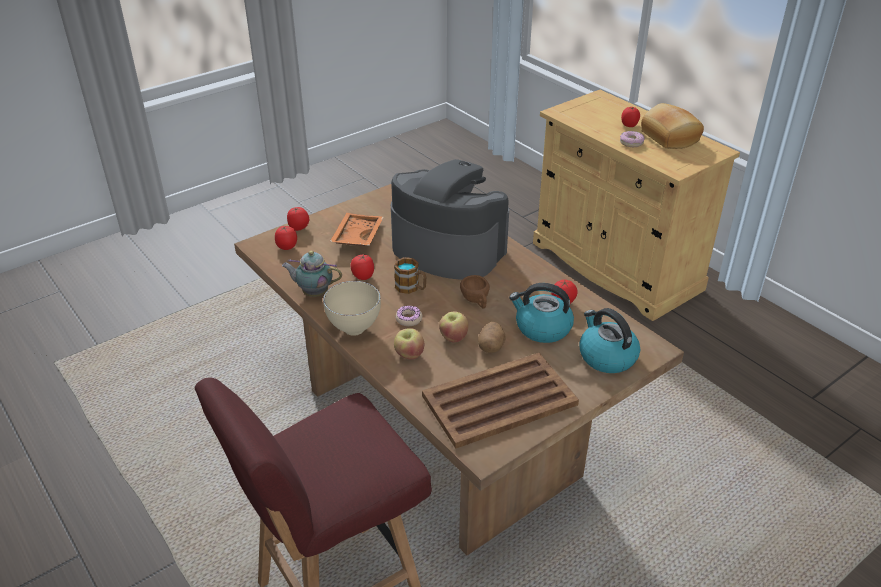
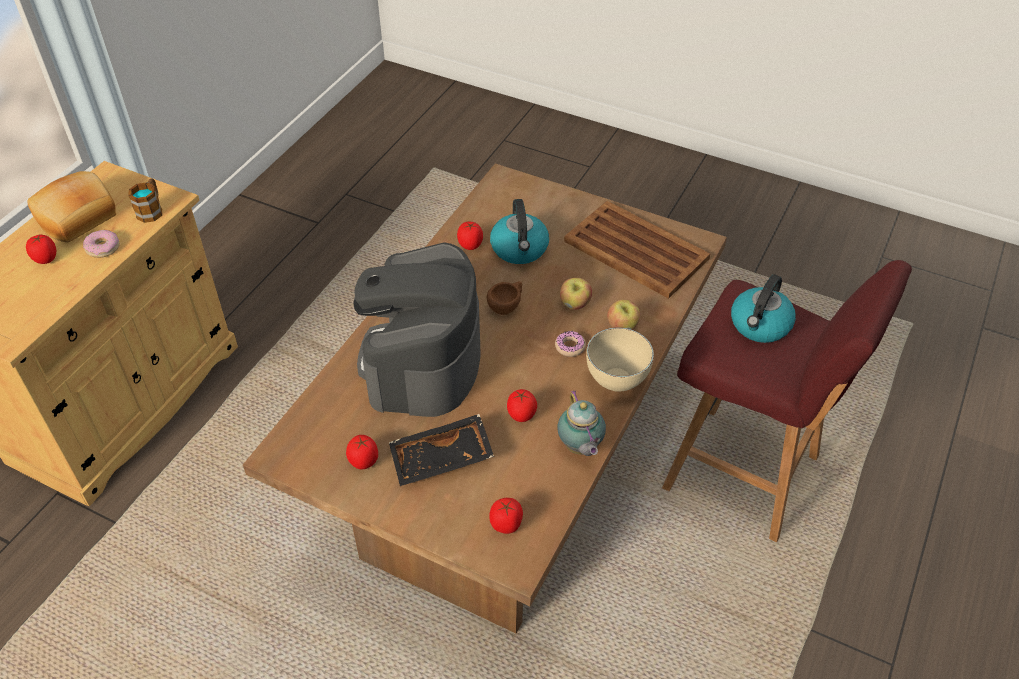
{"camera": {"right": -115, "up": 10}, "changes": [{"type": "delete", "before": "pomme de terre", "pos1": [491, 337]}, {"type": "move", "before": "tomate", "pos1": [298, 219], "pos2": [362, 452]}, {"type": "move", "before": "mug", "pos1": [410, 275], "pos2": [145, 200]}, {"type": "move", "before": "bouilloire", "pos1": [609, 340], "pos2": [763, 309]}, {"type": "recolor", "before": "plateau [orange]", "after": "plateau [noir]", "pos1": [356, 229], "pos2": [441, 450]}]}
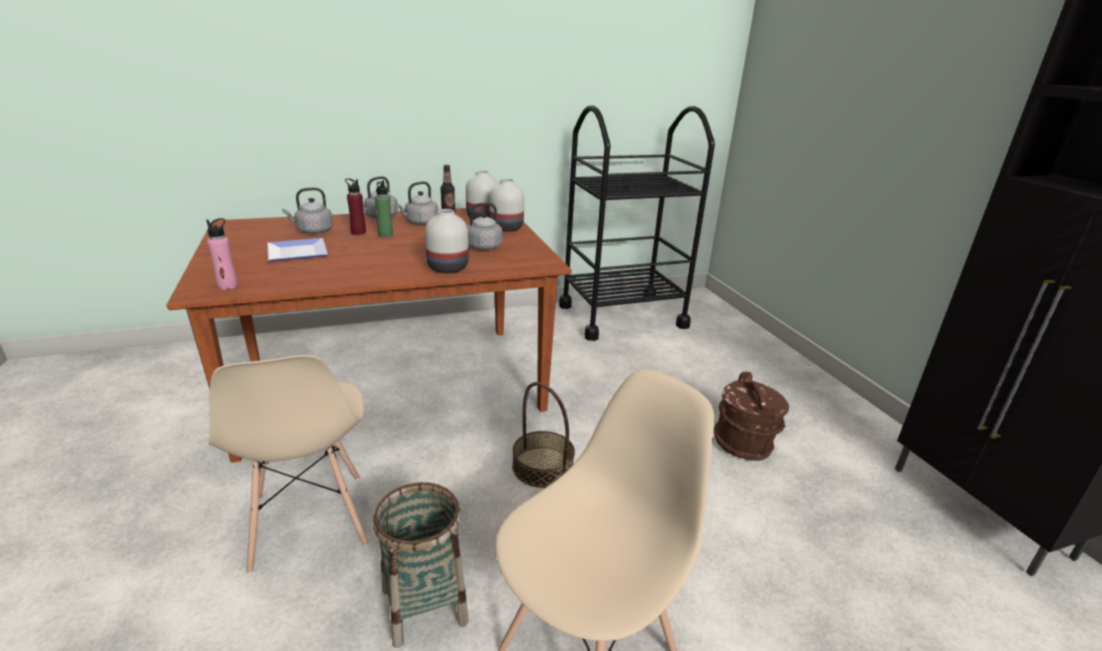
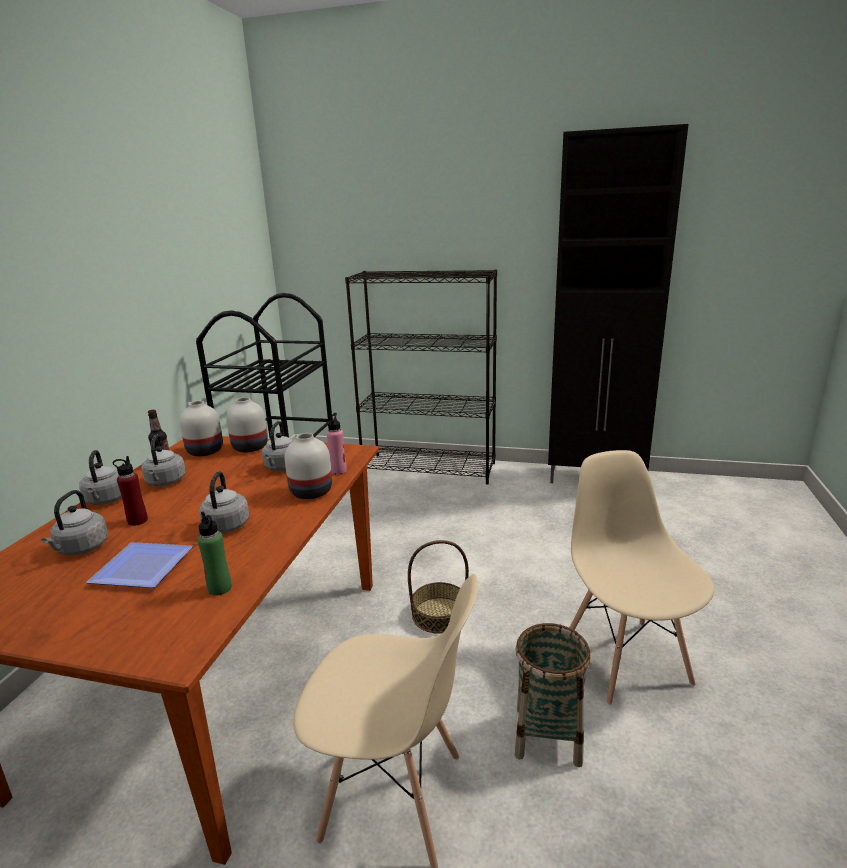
{"camera": {"right": -55, "up": -5}, "changes": [{"type": "delete", "before": "seau [marron]", "pos1": [751, 416]}, {"type": "insert", "after": "bouilloire [gris]", "pos2": [224, 502]}, {"type": "insert", "after": "bibliothèque [noir]", "pos2": [421, 376]}, {"type": "move", "before": "bouteille [rose]", "pos1": [222, 254], "pos2": [337, 444]}, {"type": "move", "before": "bouteille [vert]", "pos1": [384, 208], "pos2": [215, 554]}]}
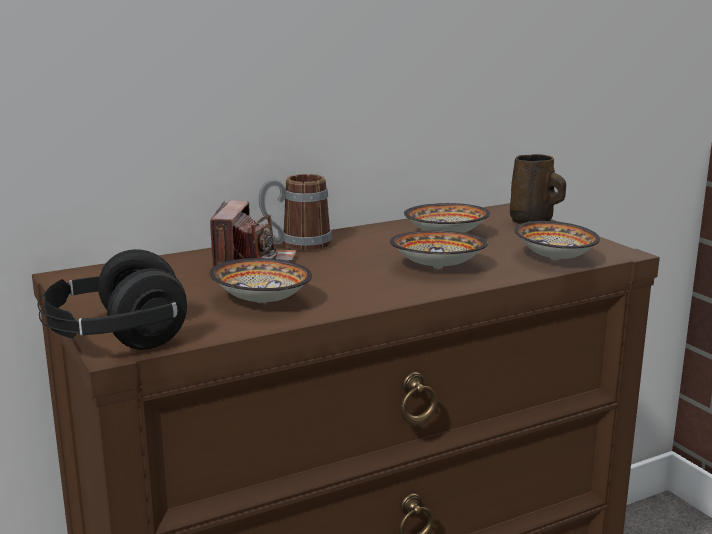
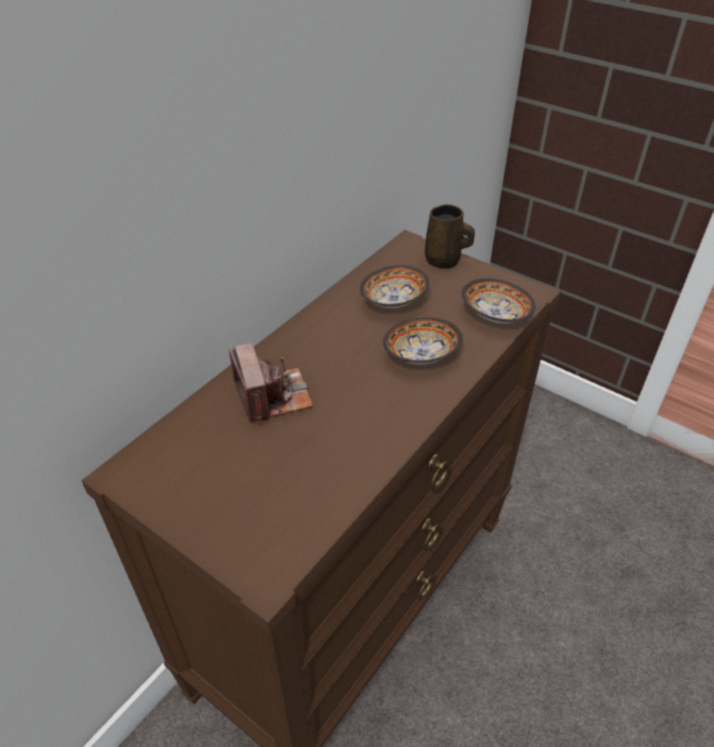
{"camera": {"right": -25, "up": 25}, "changes": [{"type": "delete", "before": "casque audio [noir]", "pos1": [112, 299]}, {"type": "delete", "before": "bol", "pos1": [260, 280]}, {"type": "delete", "before": "mug", "pos1": [295, 212]}]}
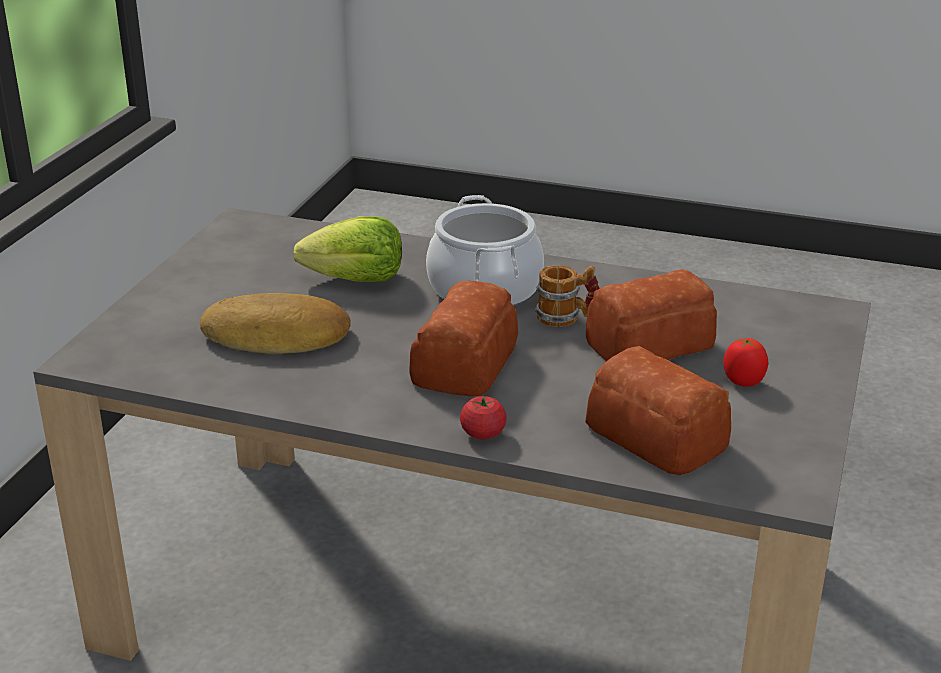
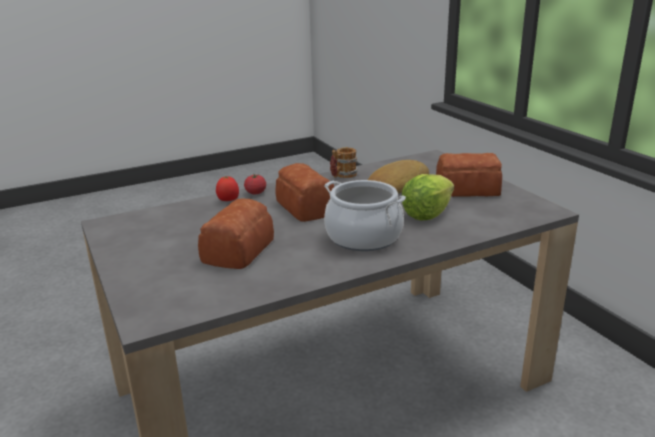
{"camera": {"right": 135, "up": -5}, "changes": [{"type": "move", "before": "mug", "pos1": [567, 296], "pos2": [344, 162]}, {"type": "move", "before": "pain", "pos1": [658, 410], "pos2": [469, 175]}, {"type": "move", "before": "tomate", "pos1": [746, 362], "pos2": [227, 188]}]}
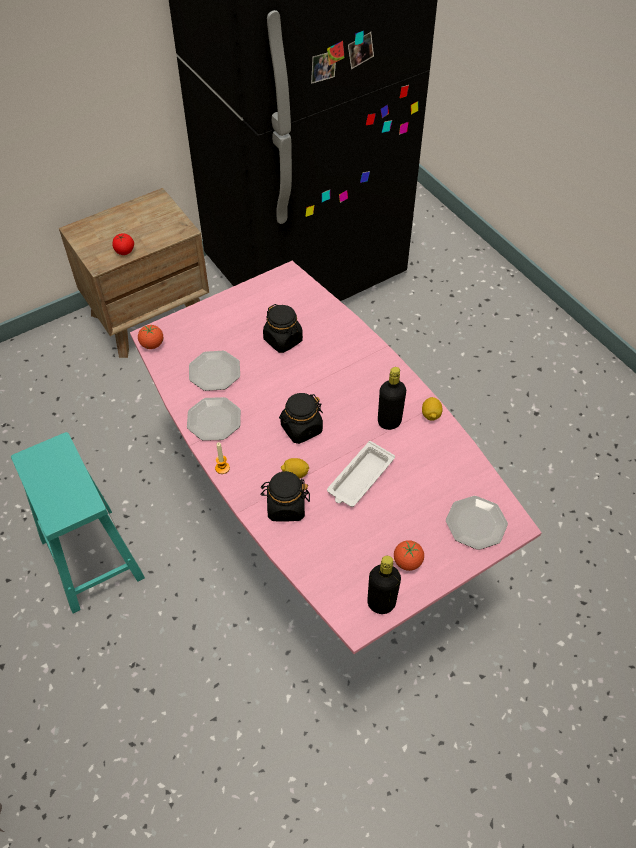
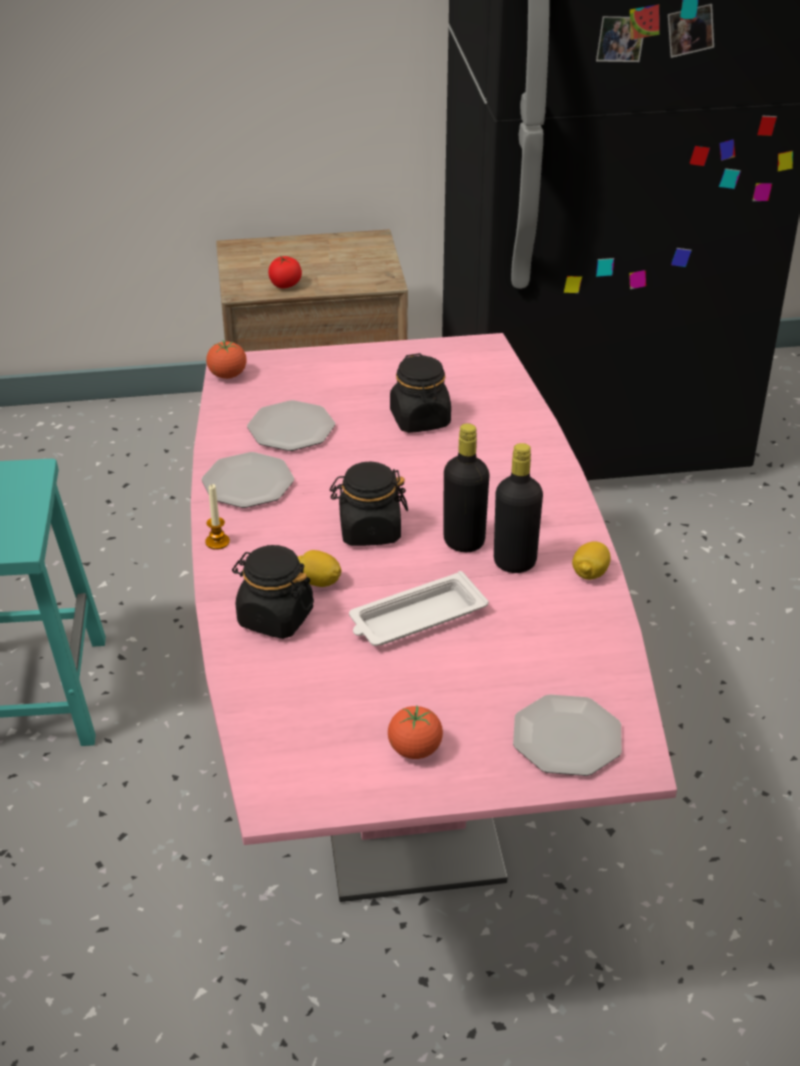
{"camera": {"right": 25, "up": -15}, "changes": [{"type": "move", "before": "bouteille [noir]", "pos1": [384, 585], "pos2": [466, 487]}]}
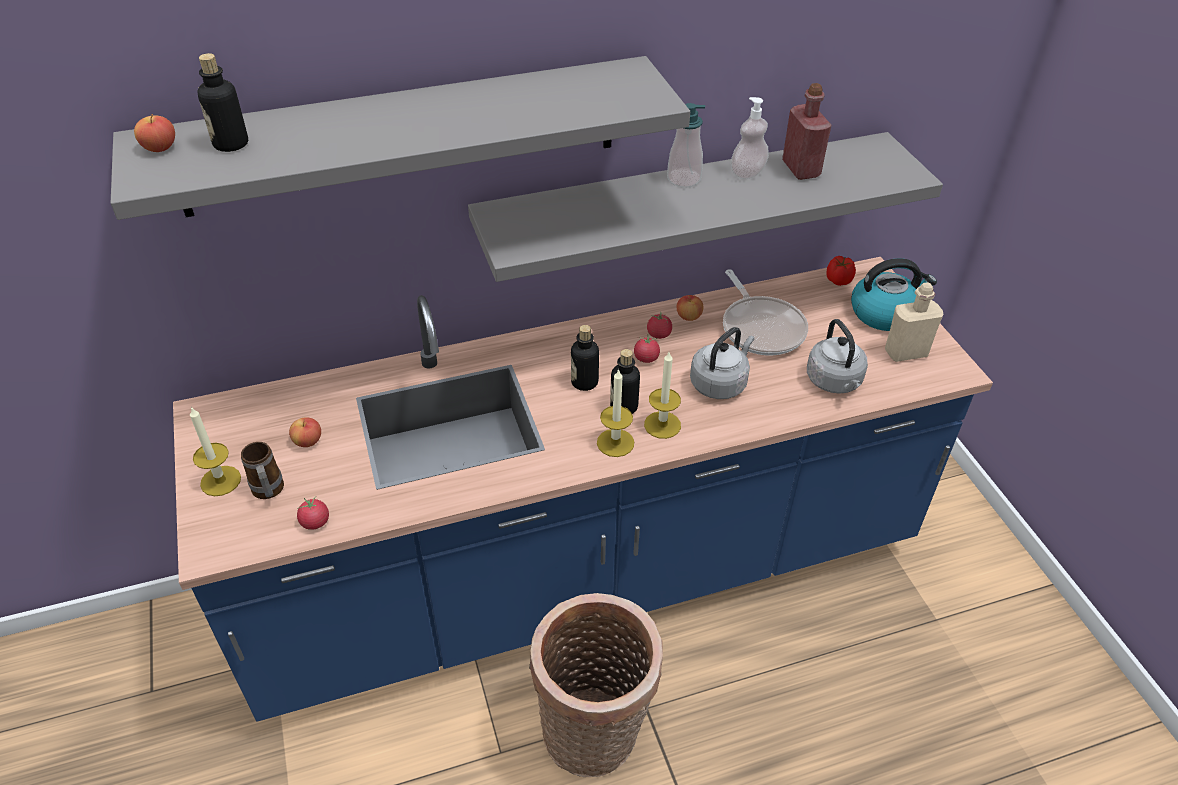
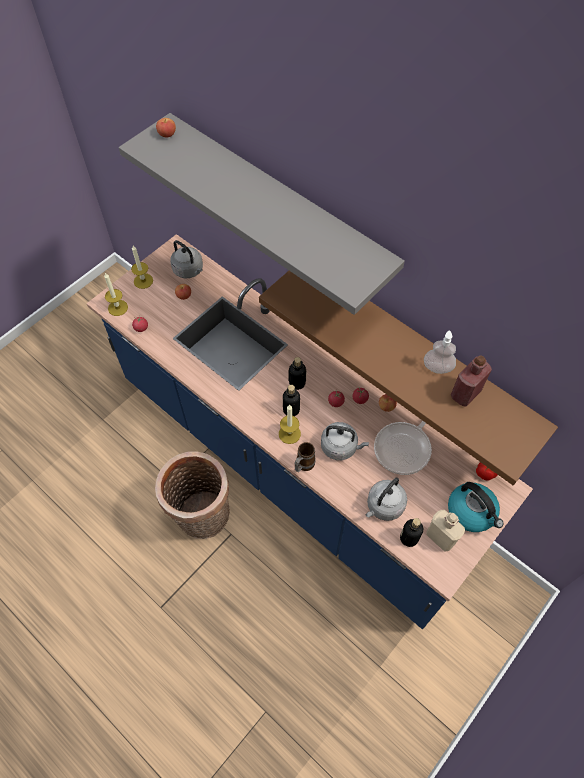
{"camera": {"right": 60, "up": 15}, "changes": [{"type": "delete", "before": "distributeur de savon", "pos1": [686, 145]}, {"type": "insert", "after": "bouilloire [gris]", "pos2": [186, 259]}, {"type": "move", "before": "bouteille", "pos1": [222, 102], "pos2": [411, 532]}, {"type": "move", "before": "mug", "pos1": [262, 470], "pos2": [305, 457]}, {"type": "move", "before": "bougie", "pos1": [615, 413], "pos2": [116, 294]}, {"type": "recolor", "before": "étagère [gris]", "after": "étagère [marron]", "pos1": [705, 207], "pos2": [408, 378]}]}
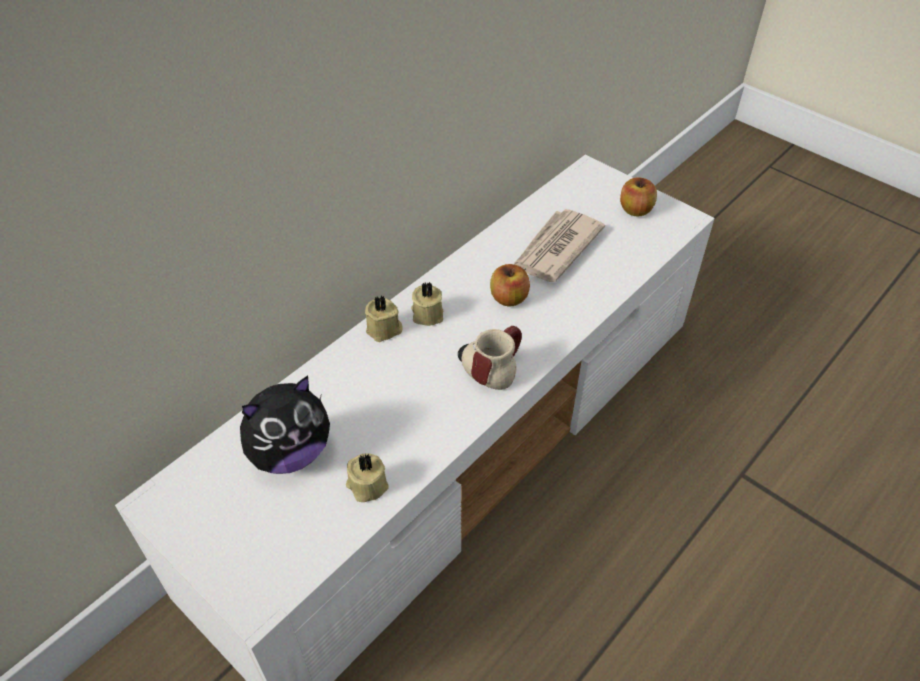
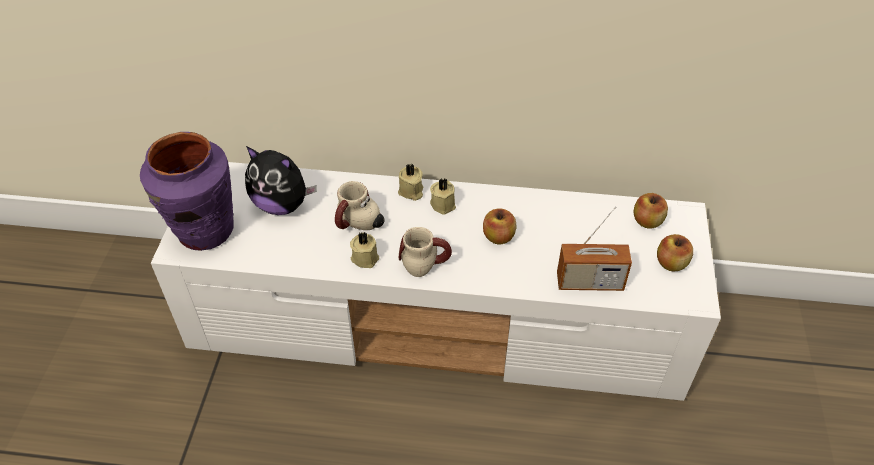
{"camera": {"right": 55, "up": 0}, "changes": [{"type": "delete", "before": "journal", "pos1": [559, 245]}, {"type": "insert", "after": "vase [violet]", "pos2": [187, 191]}, {"type": "insert", "after": "mug", "pos2": [359, 205]}, {"type": "insert", "after": "radio", "pos2": [594, 248]}, {"type": "insert", "after": "pomme", "pos2": [650, 211]}, {"type": "move", "before": "bougie [beige]", "pos1": [367, 477], "pos2": [364, 250]}]}
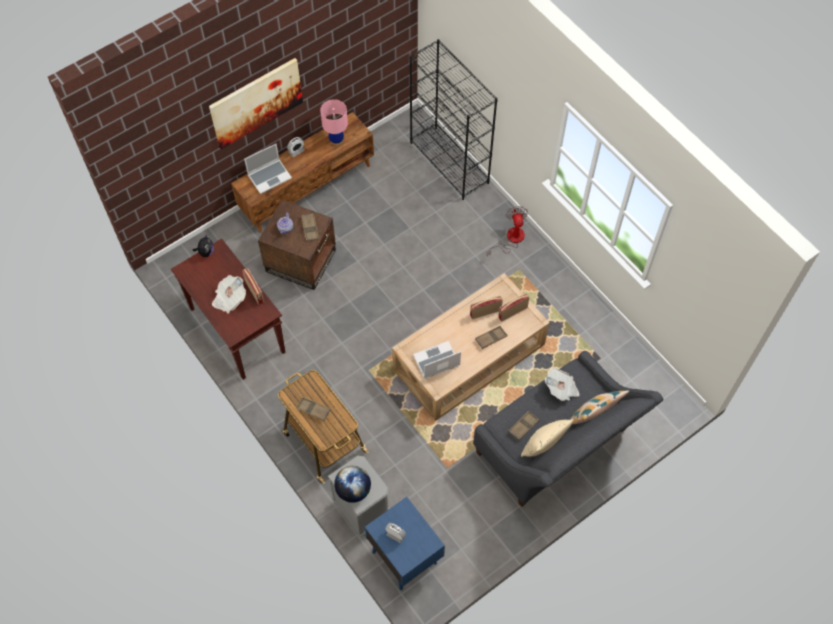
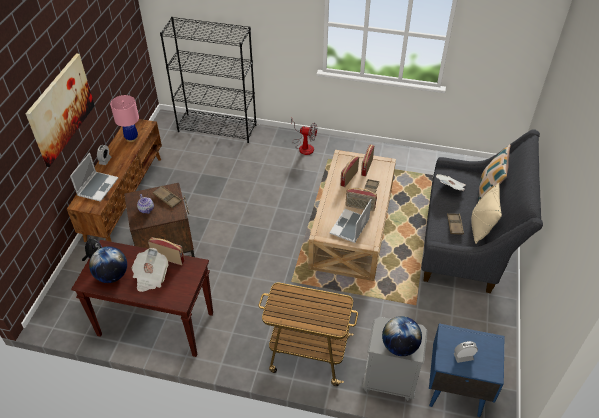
{"camera": {"right": -40, "up": -15}, "changes": [{"type": "delete", "before": "plateau [marron]", "pos1": [313, 409]}, {"type": "insert", "after": "globe", "pos2": [108, 264]}, {"type": "insert", "after": "radio", "pos2": [361, 199]}, {"type": "rotate", "before": "ventilateur", "pos1": [507, 231], "pos2": [304, 136], "turn": 150}]}
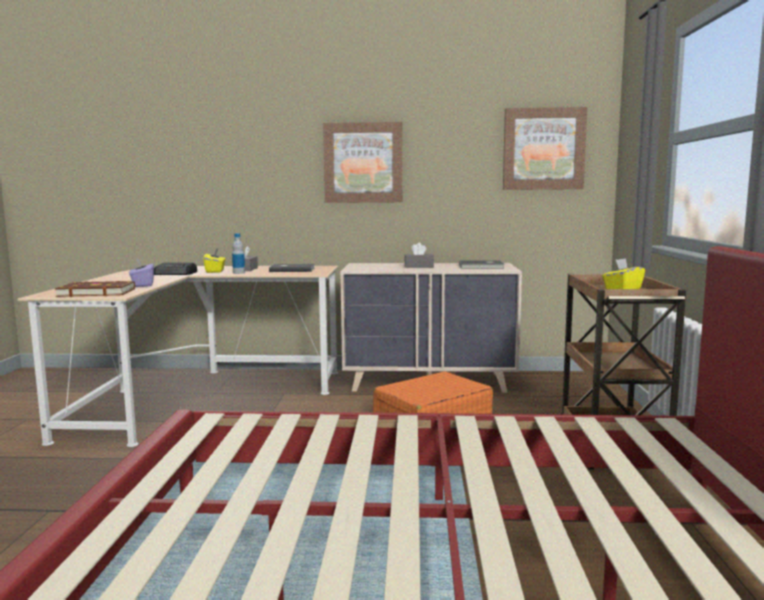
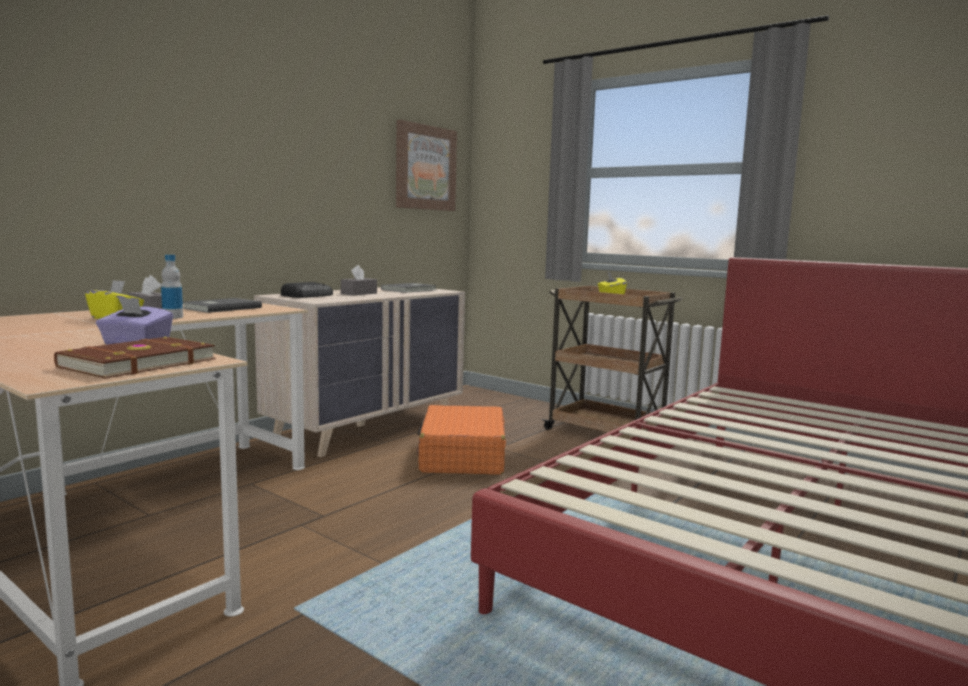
{"camera": {"right": -55, "up": 0}, "changes": [{"type": "delete", "before": "tableau", "pos1": [362, 162]}, {"type": "move", "before": "radio", "pos1": [175, 268], "pos2": [307, 290]}]}
